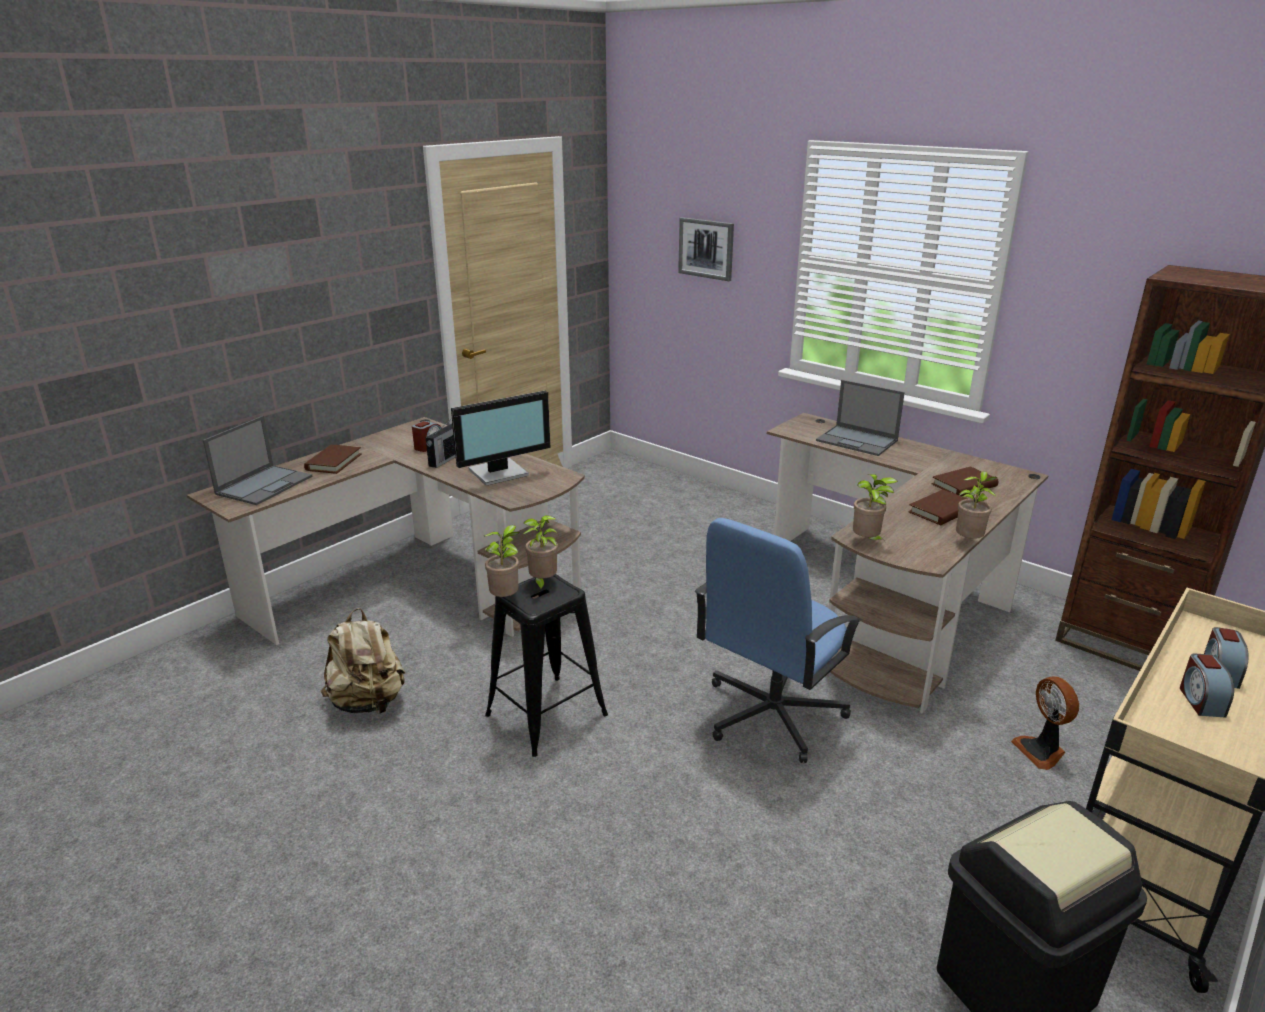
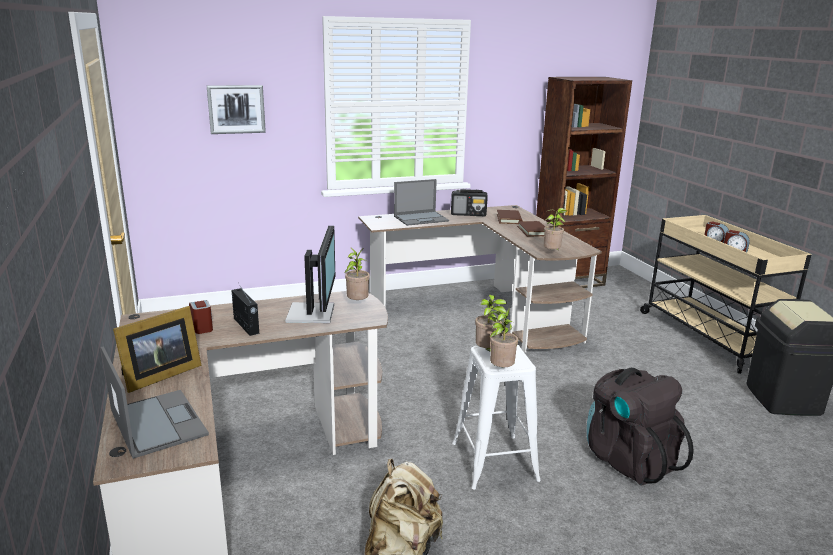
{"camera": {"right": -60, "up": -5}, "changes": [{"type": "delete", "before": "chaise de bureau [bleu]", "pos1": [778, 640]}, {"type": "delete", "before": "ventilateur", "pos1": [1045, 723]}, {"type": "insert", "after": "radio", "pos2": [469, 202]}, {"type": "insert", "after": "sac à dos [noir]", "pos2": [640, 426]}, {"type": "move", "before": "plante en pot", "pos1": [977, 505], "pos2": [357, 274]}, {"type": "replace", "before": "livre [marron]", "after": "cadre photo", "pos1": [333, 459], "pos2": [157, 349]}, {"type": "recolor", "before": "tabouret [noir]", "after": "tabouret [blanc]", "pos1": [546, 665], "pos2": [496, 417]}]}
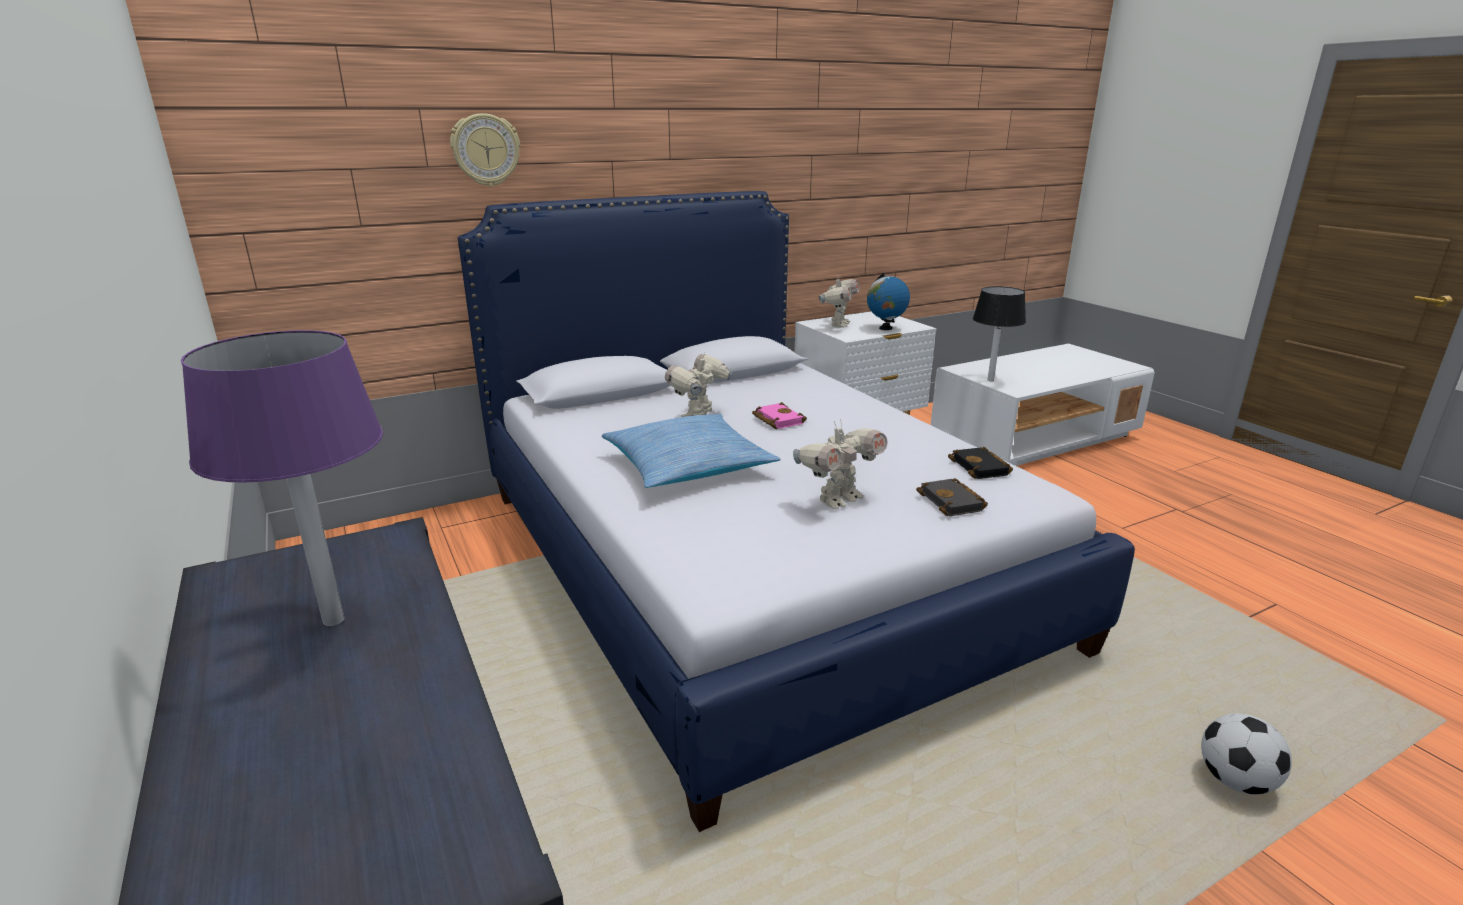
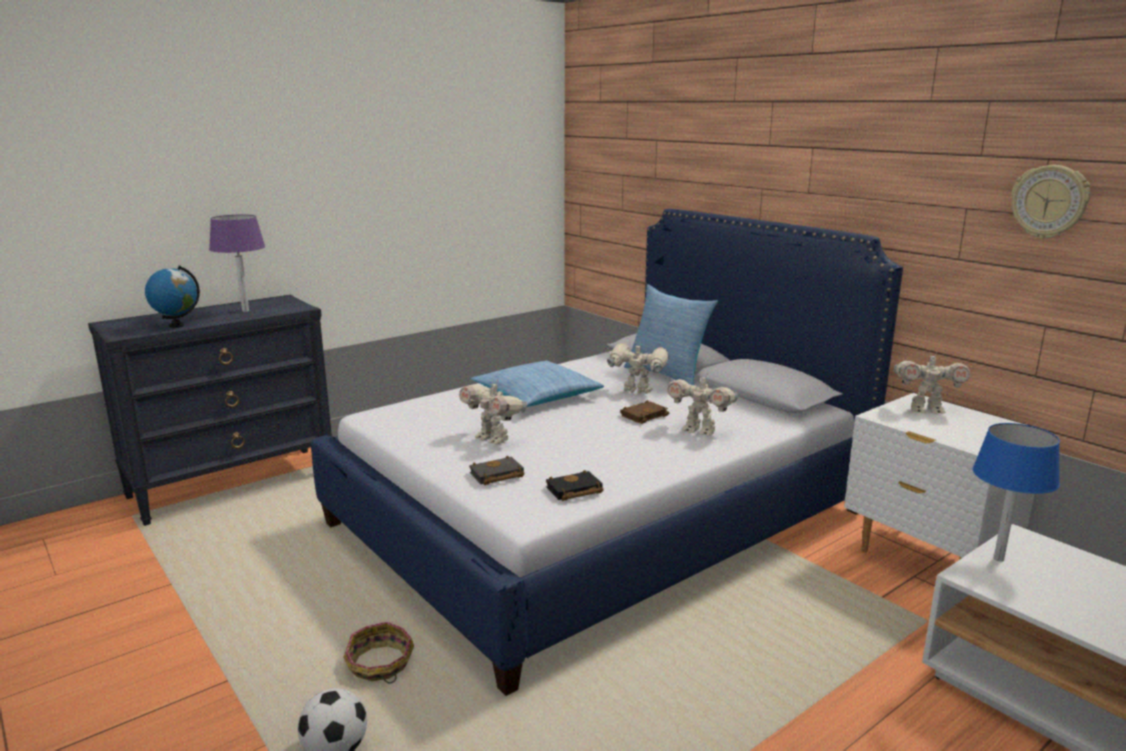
{"camera": {"right": 80, "up": -5}, "changes": [{"type": "insert", "after": "panier", "pos2": [378, 652]}, {"type": "insert", "after": "coussin", "pos2": [671, 334]}, {"type": "insert", "after": "robot jouet", "pos2": [702, 404]}, {"type": "move", "before": "horloge murale", "pos1": [485, 150], "pos2": [1050, 202]}, {"type": "move", "before": "globe", "pos1": [888, 301], "pos2": [172, 297]}, {"type": "recolor", "before": "livre [rose]", "after": "livre [marron]", "pos1": [779, 415], "pos2": [644, 412]}, {"type": "recolor", "before": "lampe de table [noir]", "after": "lampe de table [bleu]", "pos1": [999, 333], "pos2": [1016, 492]}]}
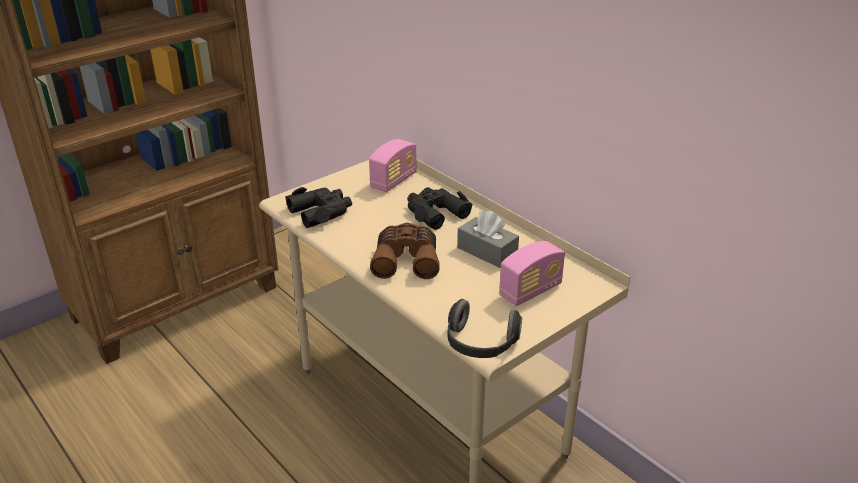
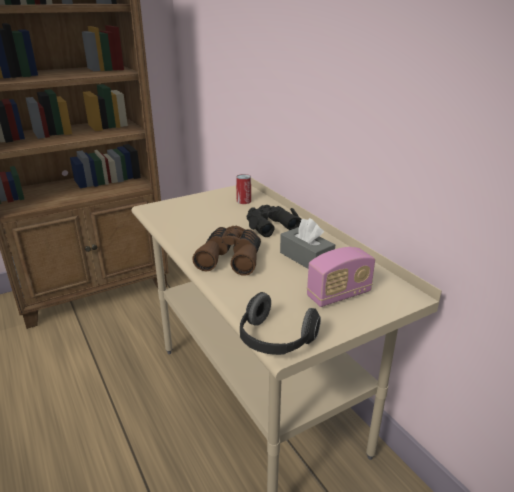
{"camera": {"right": 10, "up": -5}, "changes": [{"type": "delete", "before": "jumelles [noir]", "pos1": [318, 207]}, {"type": "replace", "before": "radio", "after": "boîte métallique", "pos1": [393, 165], "pos2": [243, 189]}]}
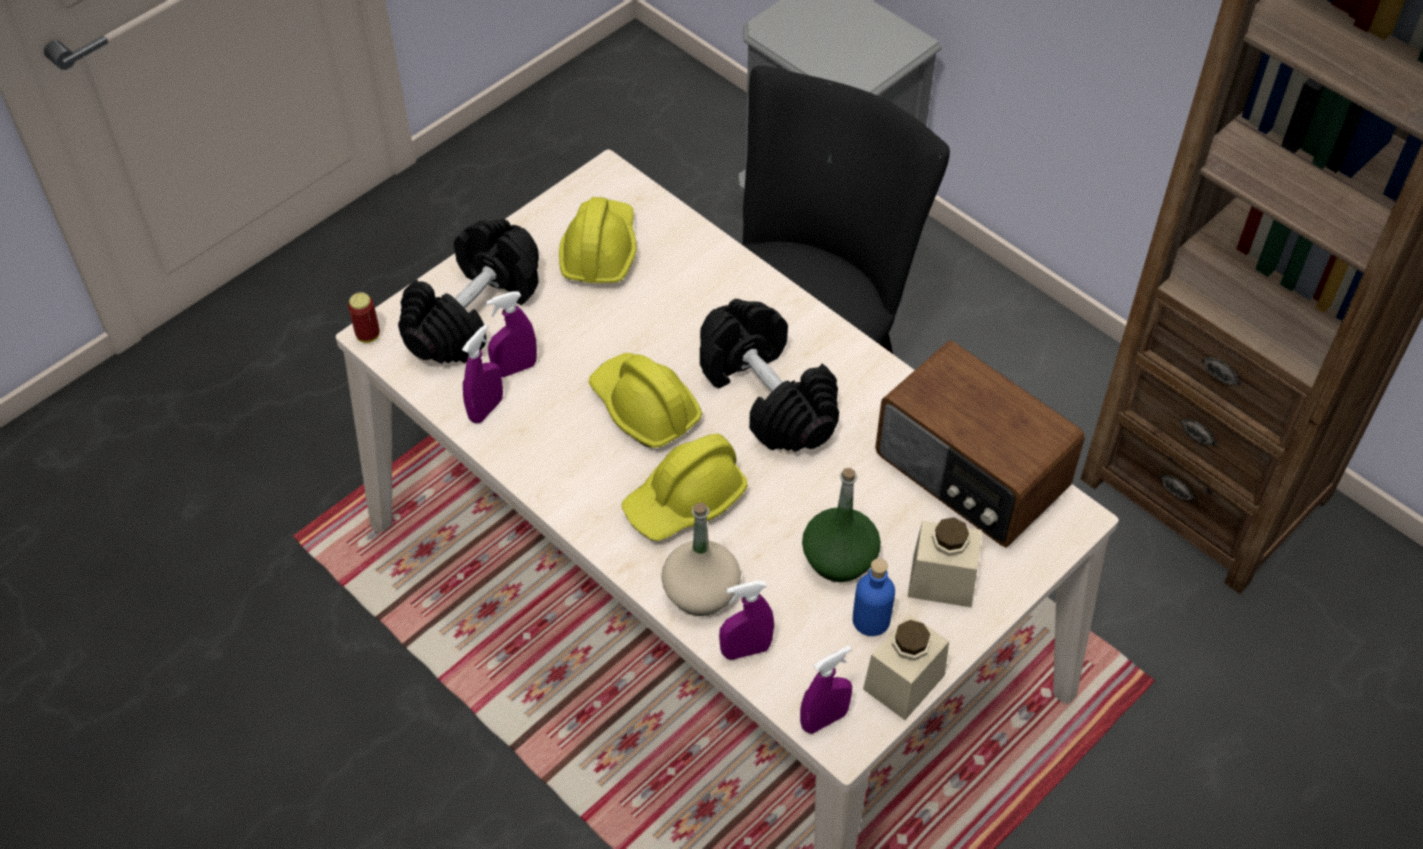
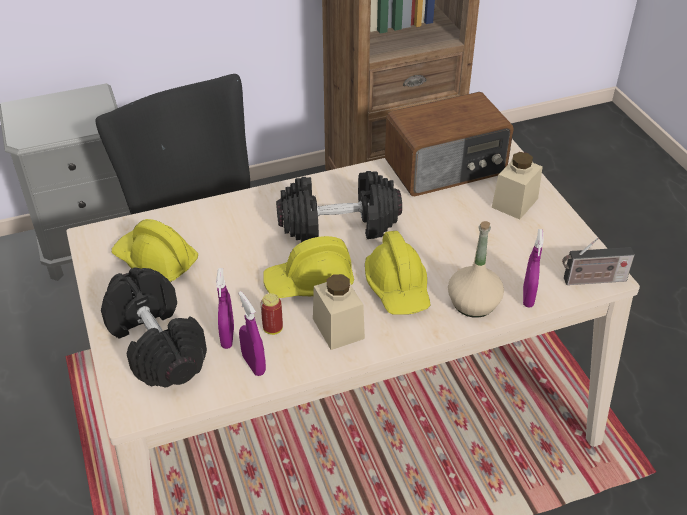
{"camera": {"right": -65, "up": -10}, "changes": [{"type": "delete", "before": "bouteille [vert]", "pos1": [841, 525]}, {"type": "delete", "before": "bouteille [bleu]", "pos1": [874, 597]}, {"type": "move", "before": "boîte métallique", "pos1": [364, 317], "pos2": [272, 314]}, {"type": "move", "before": "bocal [beige]", "pos1": [906, 667], "pos2": [339, 312]}, {"type": "replace", "before": "vaporisateur [violet]", "after": "radio", "pos1": [826, 690], "pos2": [598, 261]}]}
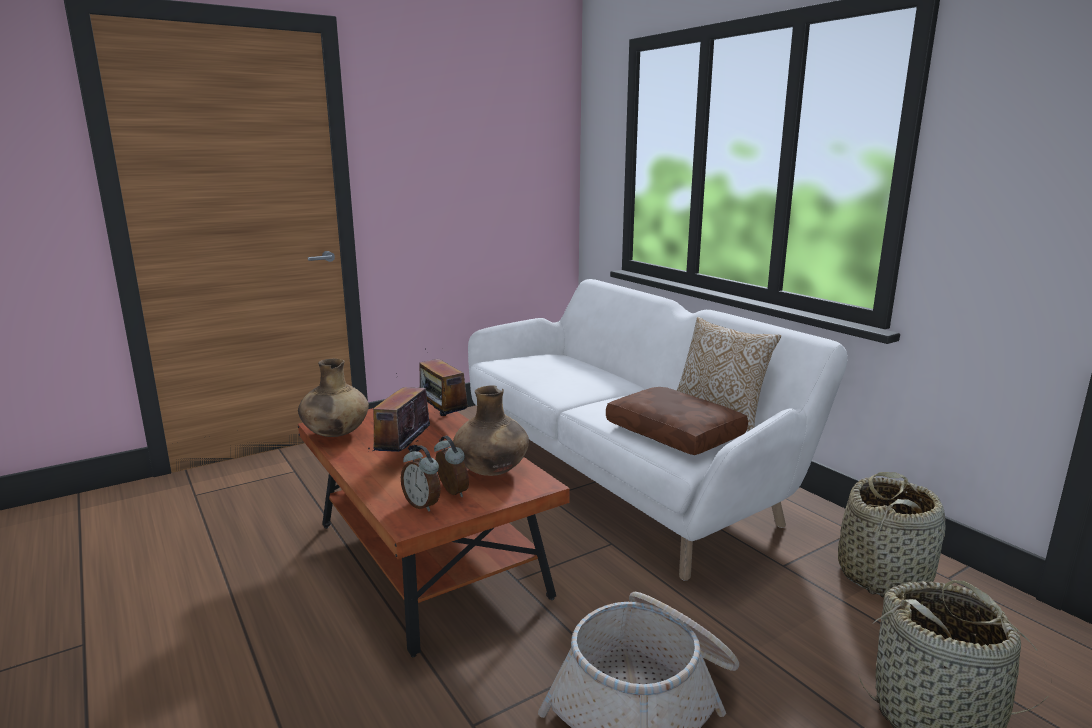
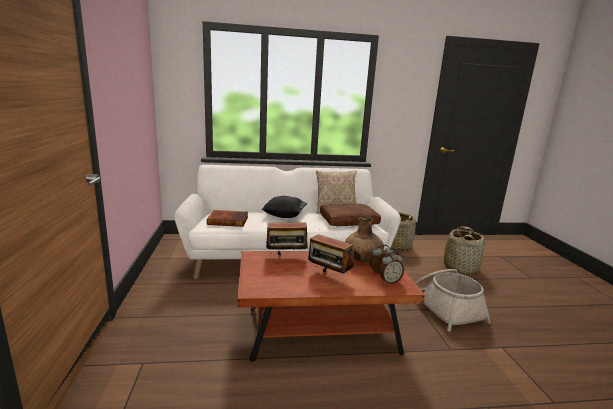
{"camera": {"right": -65, "up": 0}, "changes": [{"type": "delete", "before": "vase [marron]", "pos1": [333, 398]}, {"type": "insert", "after": "livre", "pos2": [227, 218]}, {"type": "insert", "after": "coussin [noir]", "pos2": [284, 207]}]}
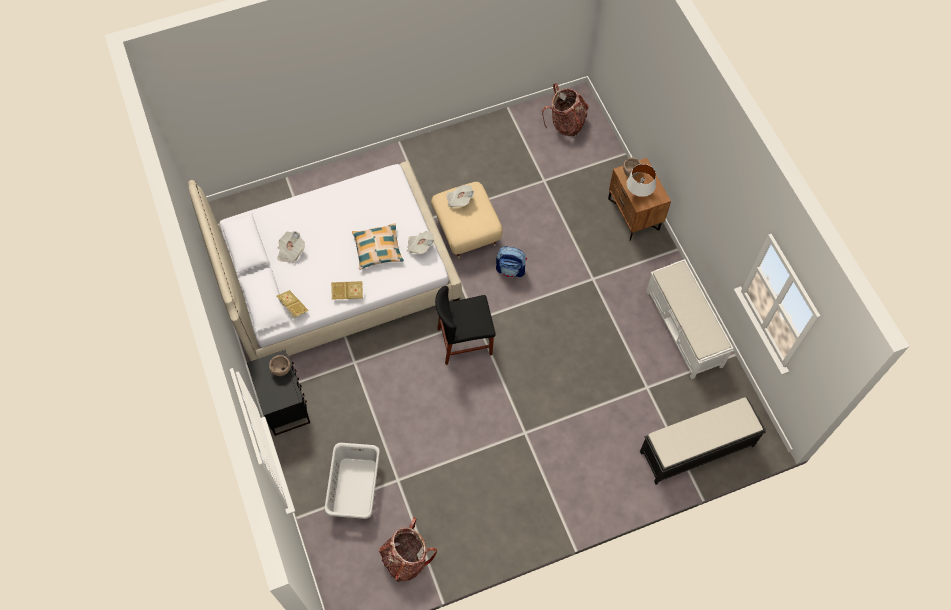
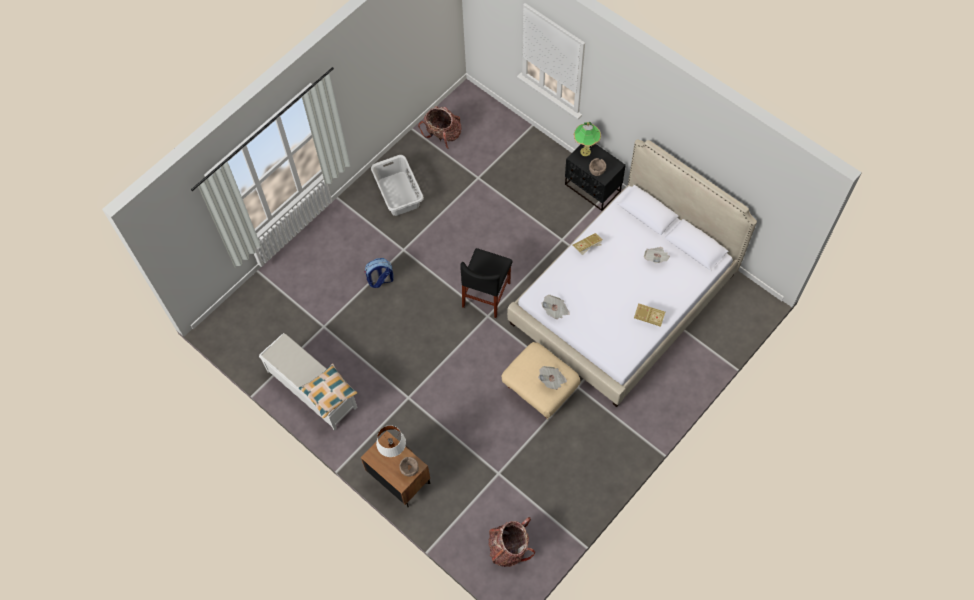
{"camera": {"right": 155, "up": 0}, "changes": [{"type": "delete", "before": "banc [noir]", "pos1": [703, 441]}, {"type": "insert", "after": "lampe de table", "pos2": [587, 139]}, {"type": "move", "before": "livre", "pos1": [293, 304], "pos2": [649, 315]}, {"type": "move", "before": "panier à linge [gris]", "pos1": [352, 481], "pos2": [397, 185]}, {"type": "move", "before": "coussin", "pos1": [378, 246], "pos2": [328, 391]}, {"type": "move", "before": "sac à dos", "pos1": [511, 262], "pos2": [379, 273]}, {"type": "rotate", "before": "chaise [noir]", "pos1": [465, 325], "pos2": [486, 283], "turn": 150}]}
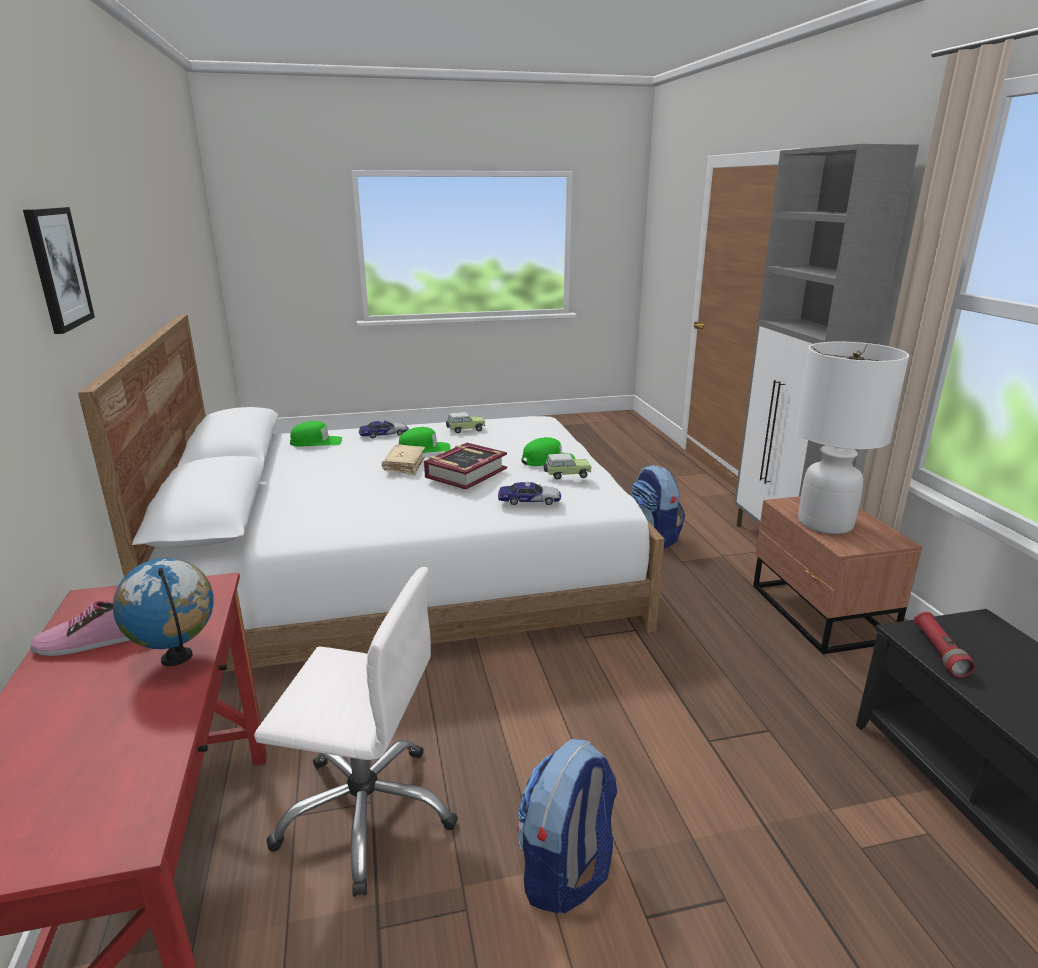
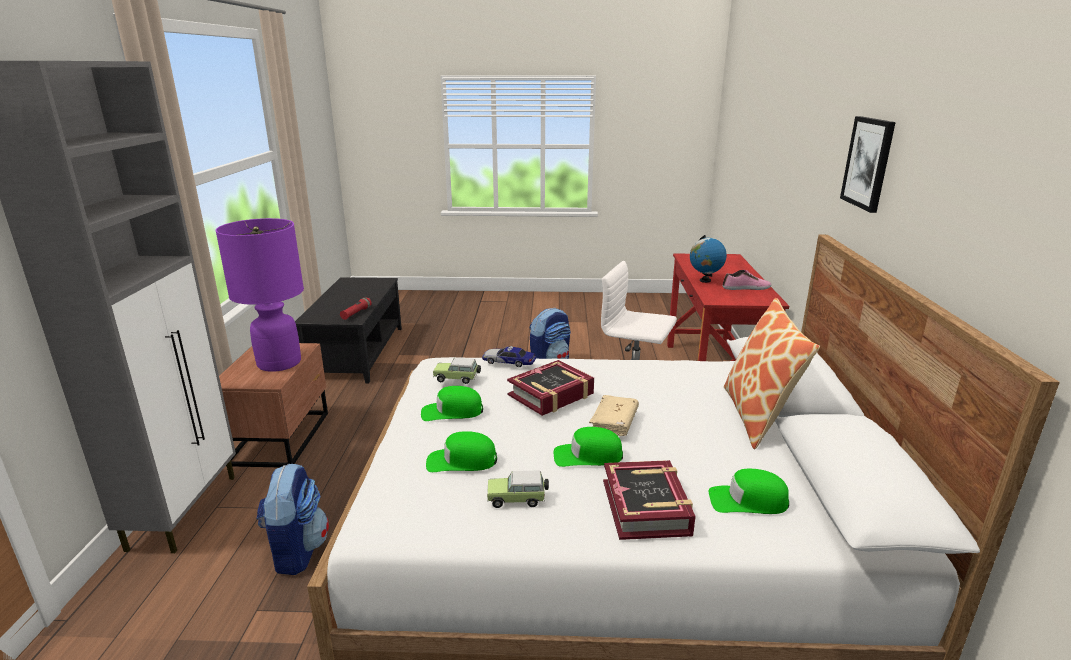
{"camera": {"right": -165, "up": 0}, "changes": [{"type": "insert", "after": "casquette [vert]", "pos2": [461, 451]}, {"type": "insert", "after": "coussin", "pos2": [772, 373]}, {"type": "replace", "before": "petite voiture", "after": "livre", "pos1": [384, 429], "pos2": [649, 500]}, {"type": "recolor", "before": "lampe de table [blanc]", "after": "lampe de table [violet]", "pos1": [852, 438], "pos2": [260, 295]}]}
